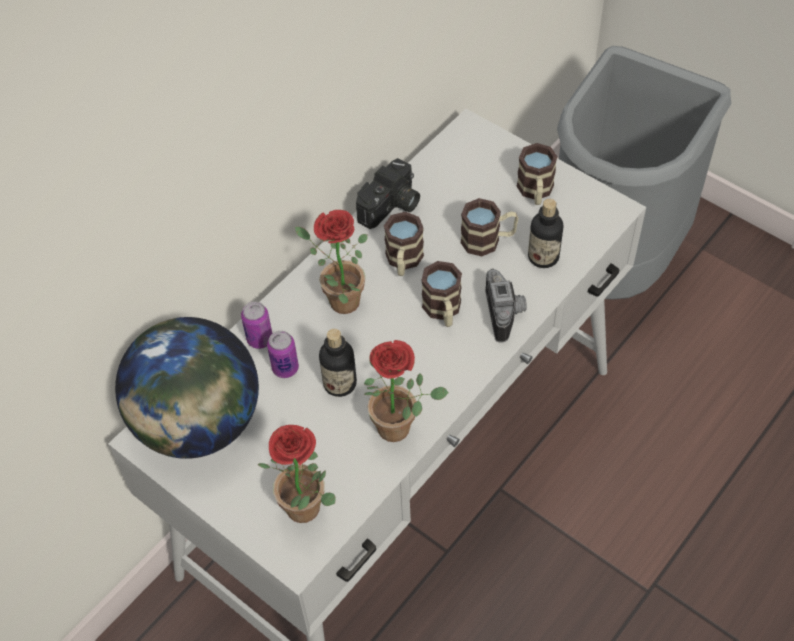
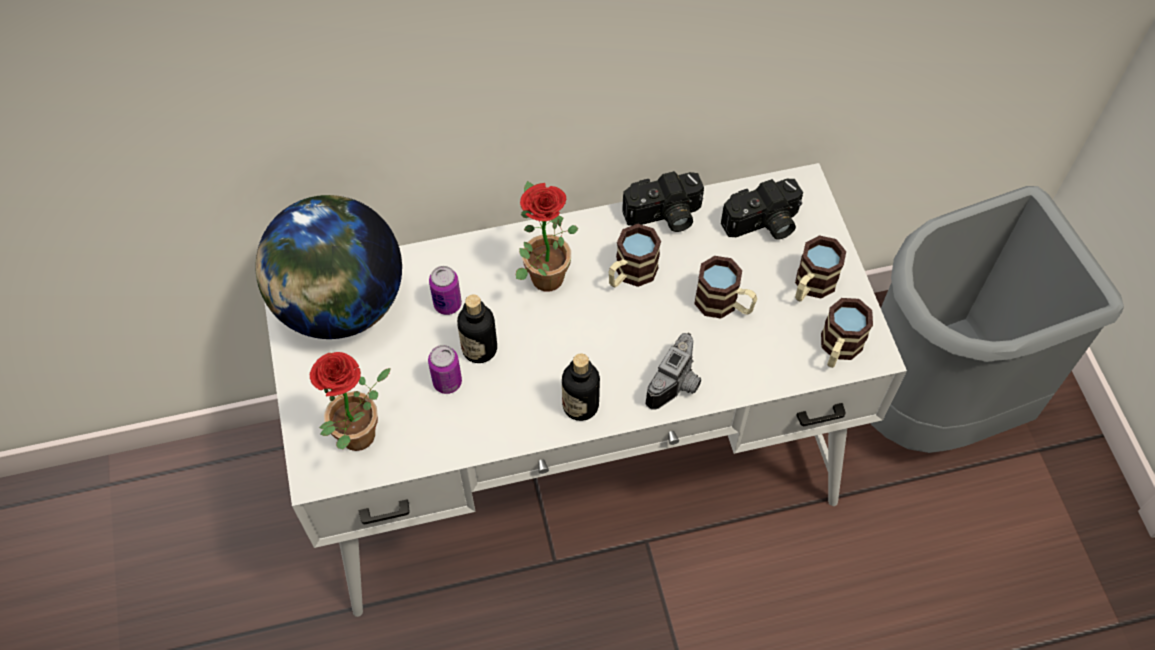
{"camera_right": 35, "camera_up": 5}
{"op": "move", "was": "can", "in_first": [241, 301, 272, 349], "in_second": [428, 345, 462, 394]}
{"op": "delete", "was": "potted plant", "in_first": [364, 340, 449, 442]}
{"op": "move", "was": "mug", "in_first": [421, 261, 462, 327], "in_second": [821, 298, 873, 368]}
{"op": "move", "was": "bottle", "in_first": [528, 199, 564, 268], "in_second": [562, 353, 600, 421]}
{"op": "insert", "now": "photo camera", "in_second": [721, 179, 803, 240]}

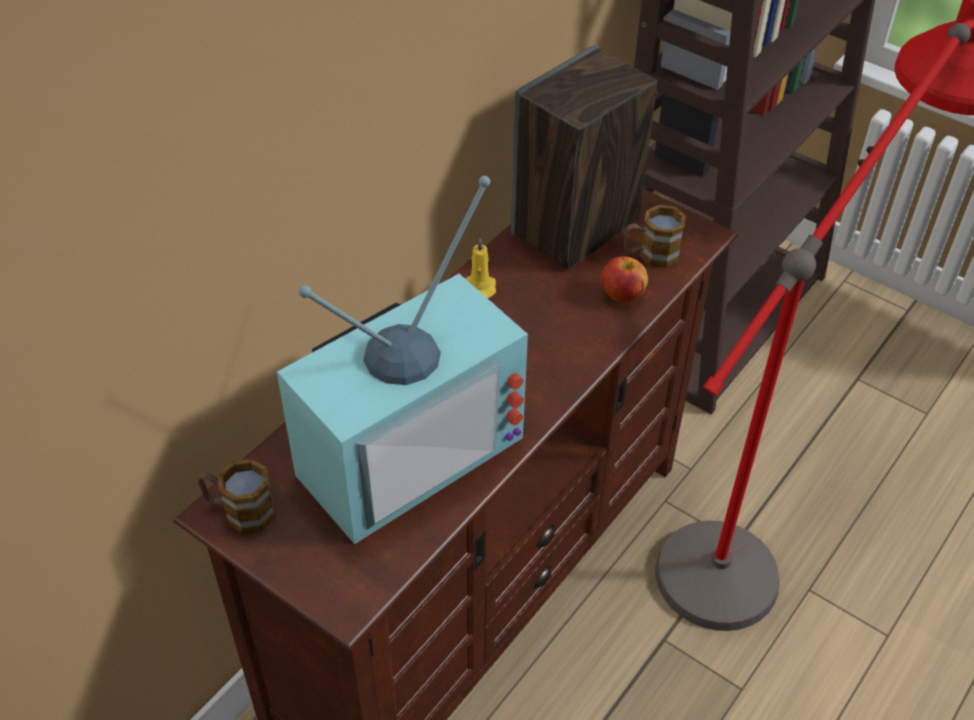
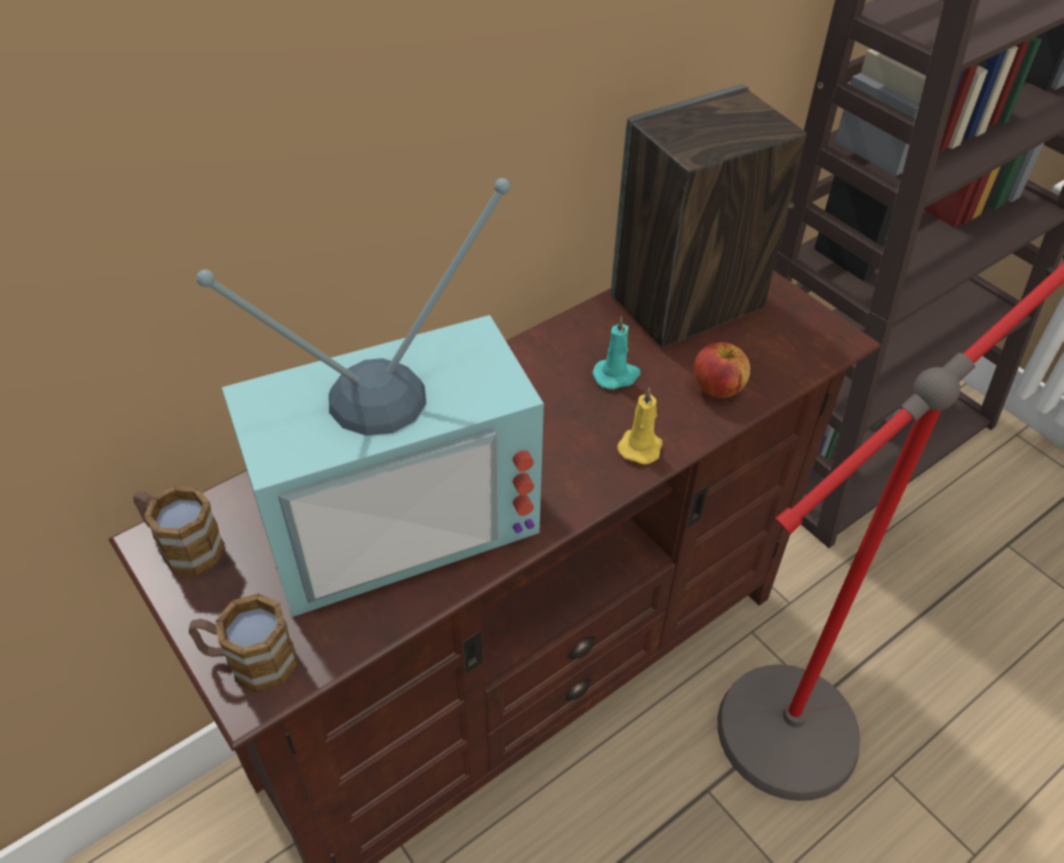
{"camera_right": 15, "camera_up": 0}
{"op": "move", "was": "yellow candle", "in_first": [466, 238, 496, 298], "in_second": [617, 387, 663, 464]}
{"op": "move", "was": "mug", "in_first": [624, 205, 686, 268], "in_second": [189, 593, 297, 692]}
{"op": "insert", "now": "turquoise candle", "in_second": [592, 315, 641, 390]}

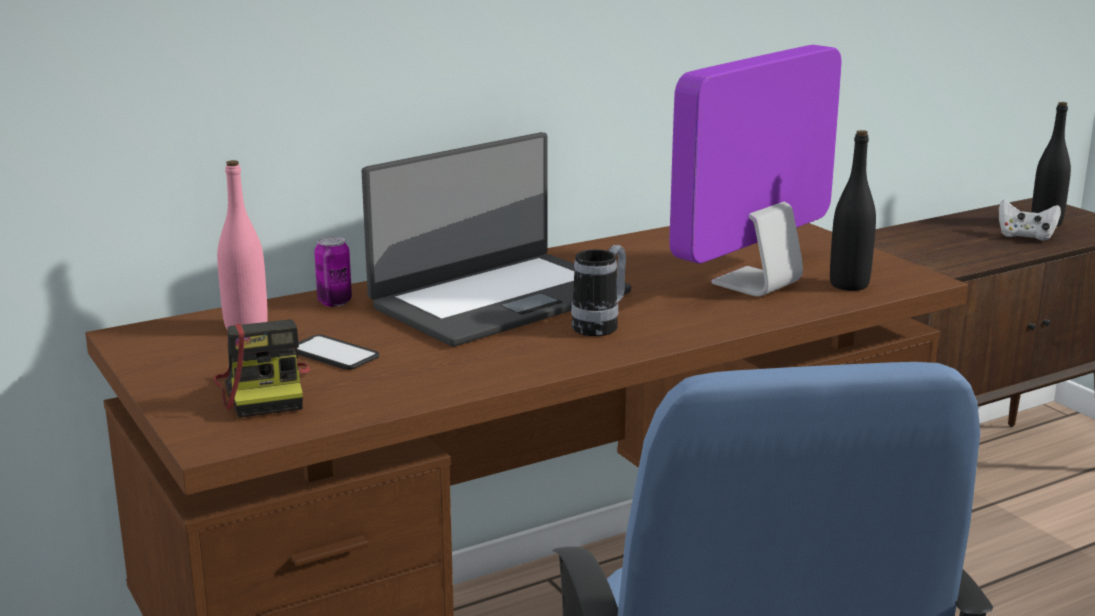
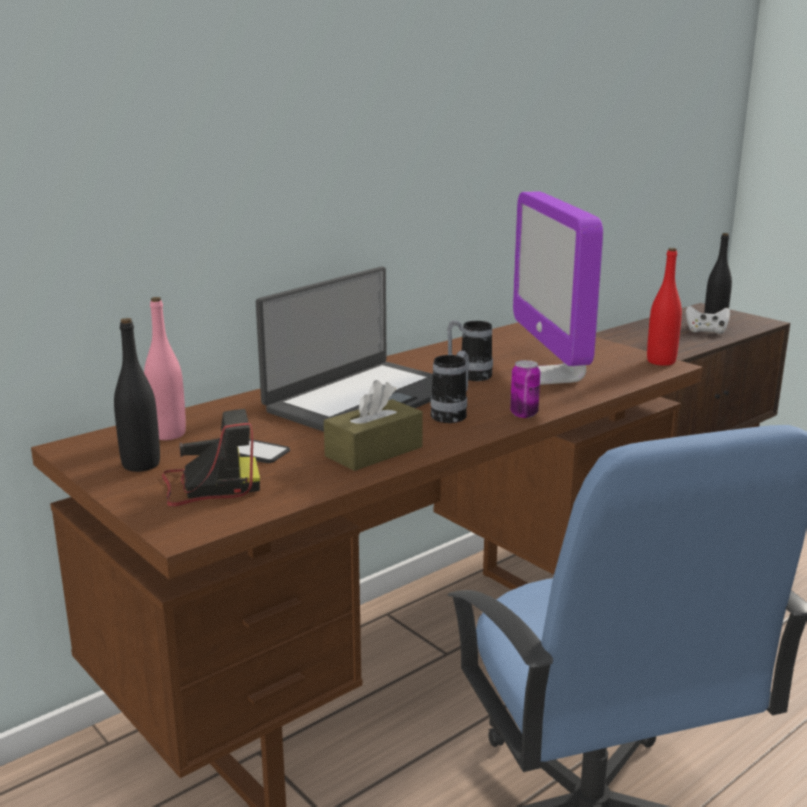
{"camera_right": -10, "camera_up": 0}
{"op": "rotate", "was": "photo camera", "in_first": [214, 320, 310, 418], "in_second": [162, 409, 260, 506], "clockwise": -75}
{"op": "move", "was": "can", "in_first": [314, 236, 352, 307], "in_second": [510, 360, 540, 418]}
{"op": "rotate", "was": "monitor", "in_first": [669, 45, 842, 297], "in_second": [513, 191, 603, 385], "clockwise": -45}
{"op": "move", "was": "black bottle", "in_first": [830, 130, 876, 291], "in_second": [114, 318, 160, 472]}
{"op": "insert", "now": "brown tissue box", "in_second": [324, 380, 423, 471]}
{"op": "insert", "now": "mug", "in_second": [447, 320, 493, 381]}
{"op": "insert", "now": "red bottle", "in_second": [647, 248, 682, 366]}

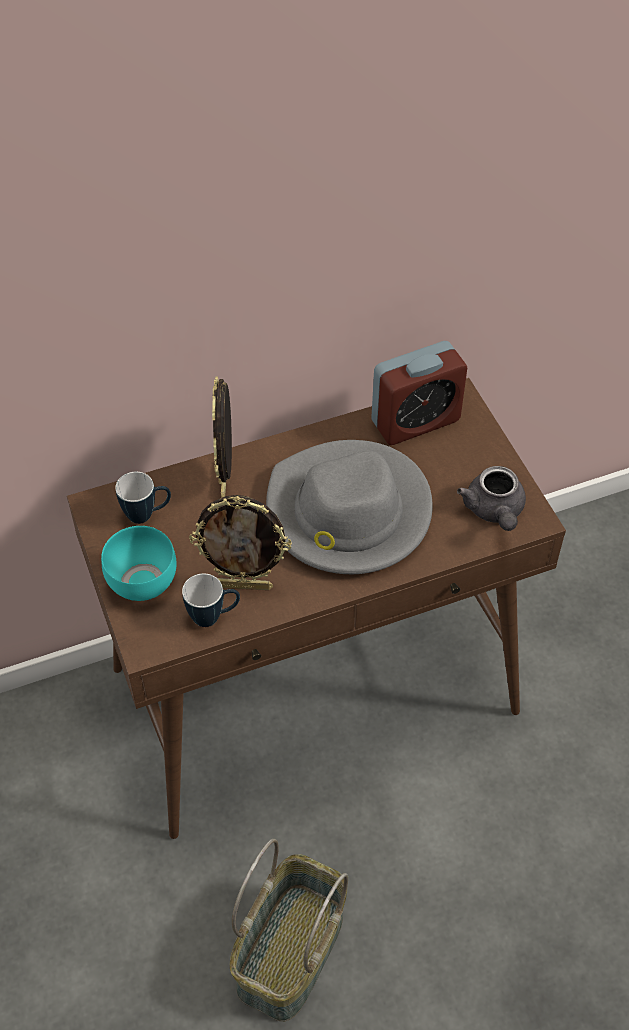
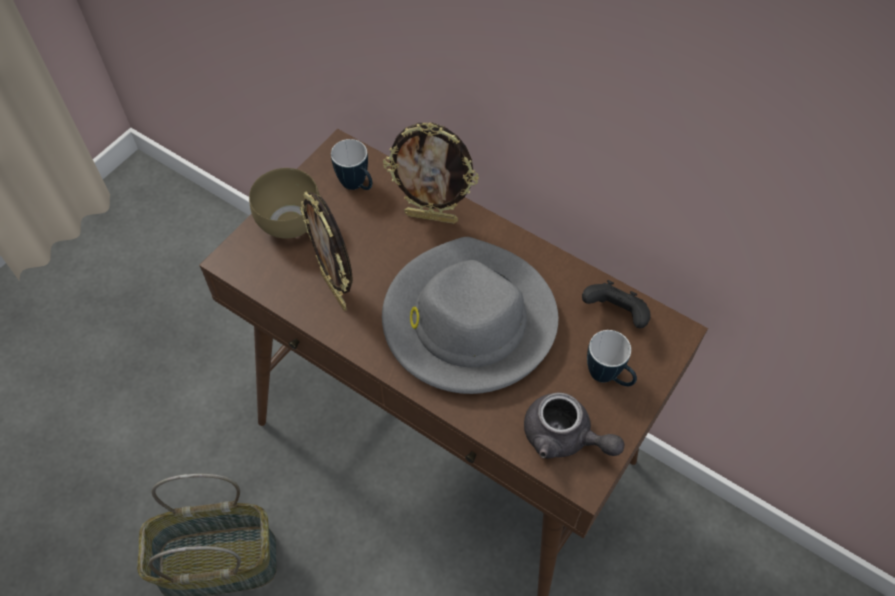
{"camera_right": 55, "camera_up": 5}
{"op": "recolor", "was": "turquoise bowl", "now": "brown bowl", "in_first": [101, 526, 177, 601], "in_second": [249, 168, 320, 239]}
{"op": "move", "was": "mug", "in_first": [182, 573, 240, 627], "in_second": [587, 330, 637, 386]}
{"op": "rotate", "was": "picture frame", "in_first": [212, 376, 232, 498], "in_second": [383, 122, 479, 224], "clockwise": -135}
{"op": "replace", "was": "alarm clock", "now": "black game controller", "in_first": [371, 341, 467, 445], "in_second": [582, 280, 651, 328]}
{"op": "rotate", "was": "grey teapot", "in_first": [457, 466, 526, 531], "in_second": [524, 392, 625, 459], "clockwise": -105}

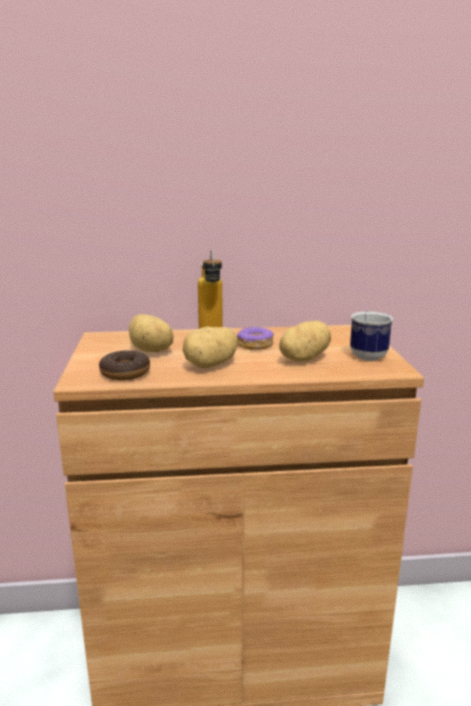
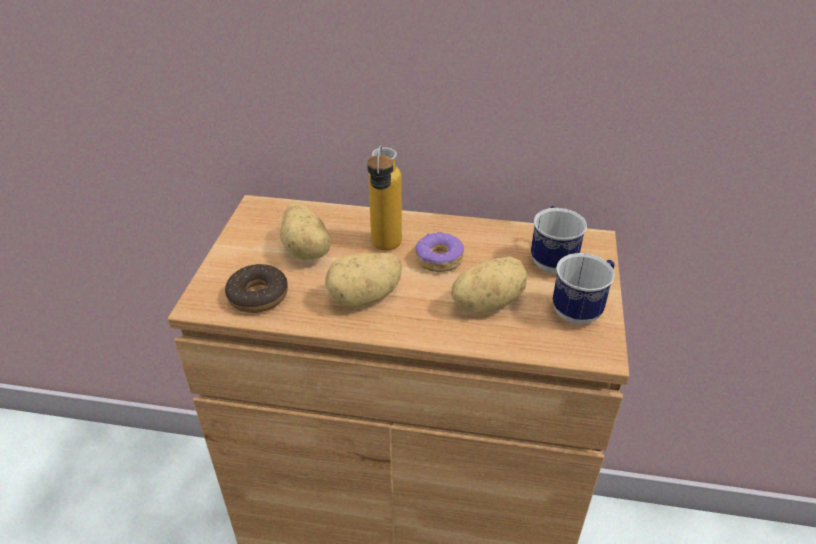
{"camera_right": 15, "camera_up": 20}
{"op": "insert", "now": "mug", "in_second": [531, 206, 587, 273]}

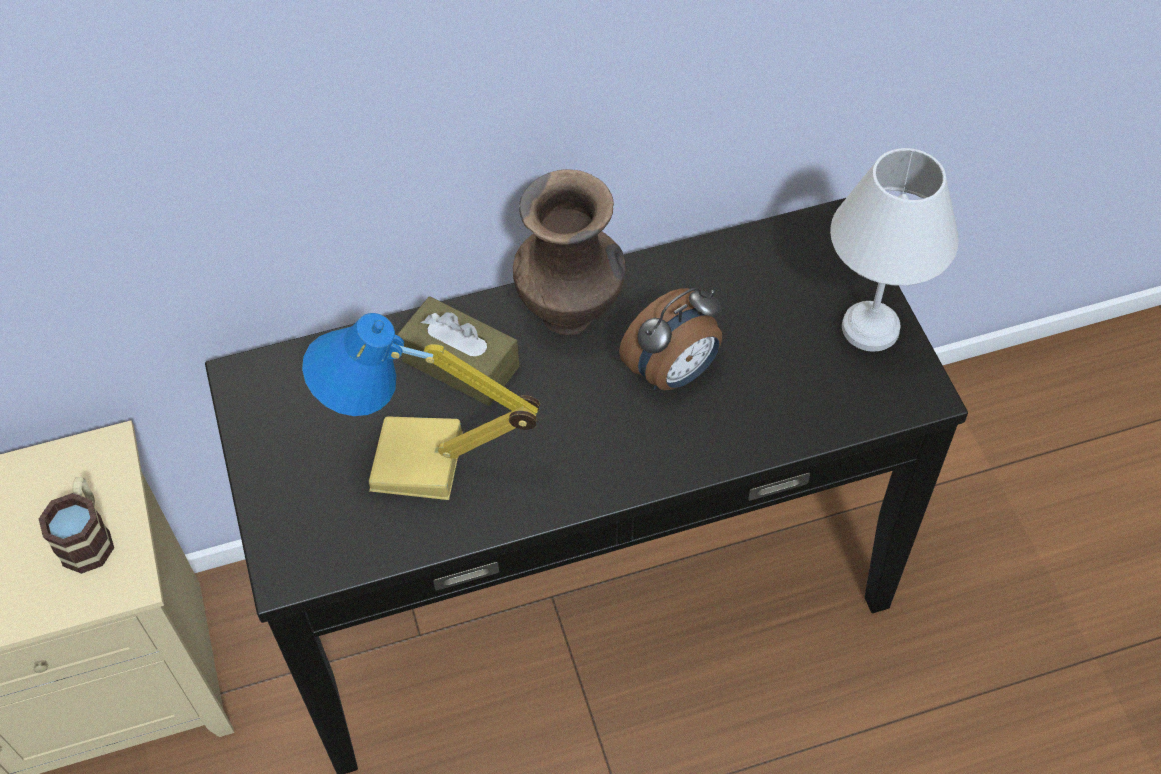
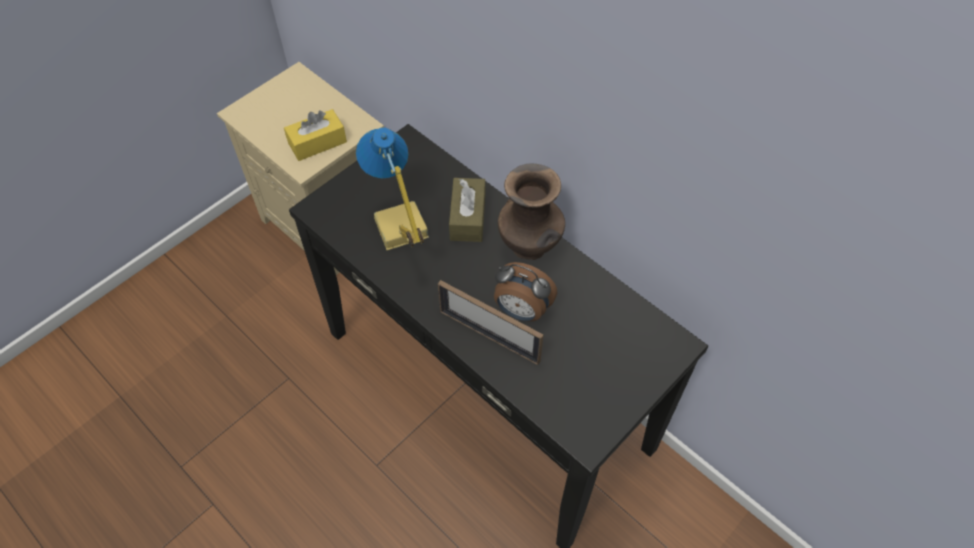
{"camera_right": 60, "camera_up": 0}
{"op": "replace", "was": "mug", "now": "yellow tissue box", "in_first": [39, 477, 114, 574], "in_second": [284, 109, 347, 161]}
{"op": "delete", "was": "white table lamp", "in_first": [830, 148, 959, 352]}
{"op": "insert", "now": "picture frame", "in_second": [438, 280, 543, 365]}

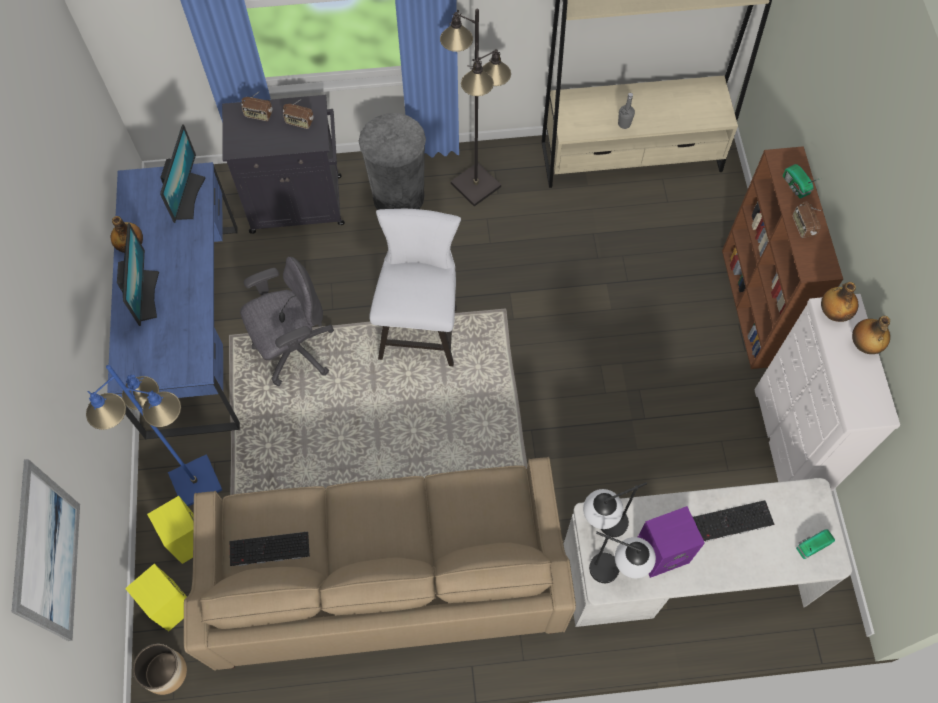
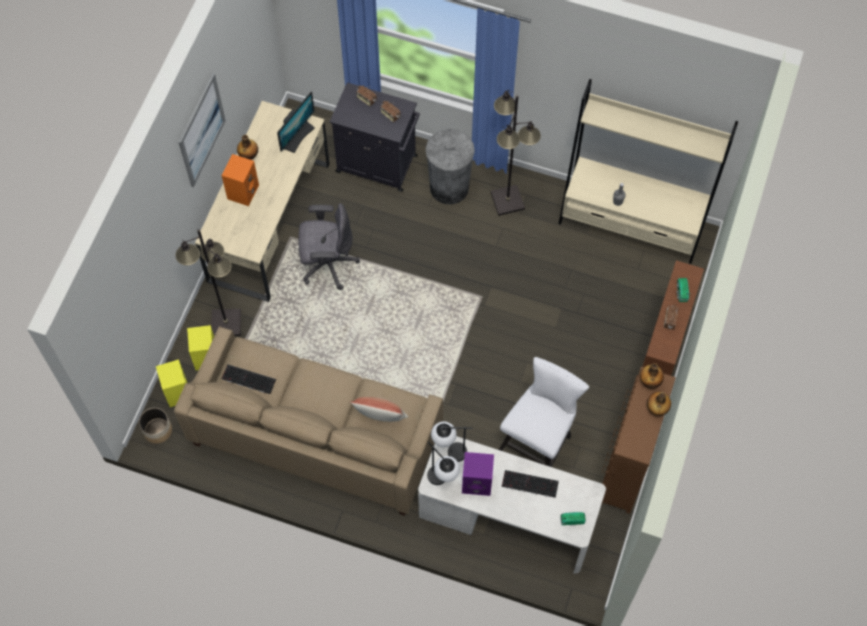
{"camera_right": 25, "camera_up": 0}
{"op": "move", "was": "picture", "in_first": [12, 459, 80, 641], "in_second": [179, 73, 226, 187]}
{"op": "recolor", "was": "blue floor lamp", "now": "black floor lamp", "in_first": [86, 365, 222, 506], "in_second": [175, 229, 241, 336]}
{"op": "recolor", "was": "blue desk", "now": "beige desk", "in_first": [107, 162, 240, 440], "in_second": [195, 101, 330, 302]}
{"op": "replace", "was": "monitor", "now": "orange speaker", "in_first": [117, 223, 159, 326], "in_second": [221, 154, 259, 206]}
{"op": "move", "was": "white chair", "in_first": [369, 209, 461, 366], "in_second": [499, 357, 589, 467]}
{"op": "recolor", "was": "white dresser", "now": "brown dresser", "in_first": [754, 294, 900, 492], "in_second": [601, 367, 676, 514]}
{"op": "insert", "now": "pillow", "in_second": [350, 397, 408, 422]}

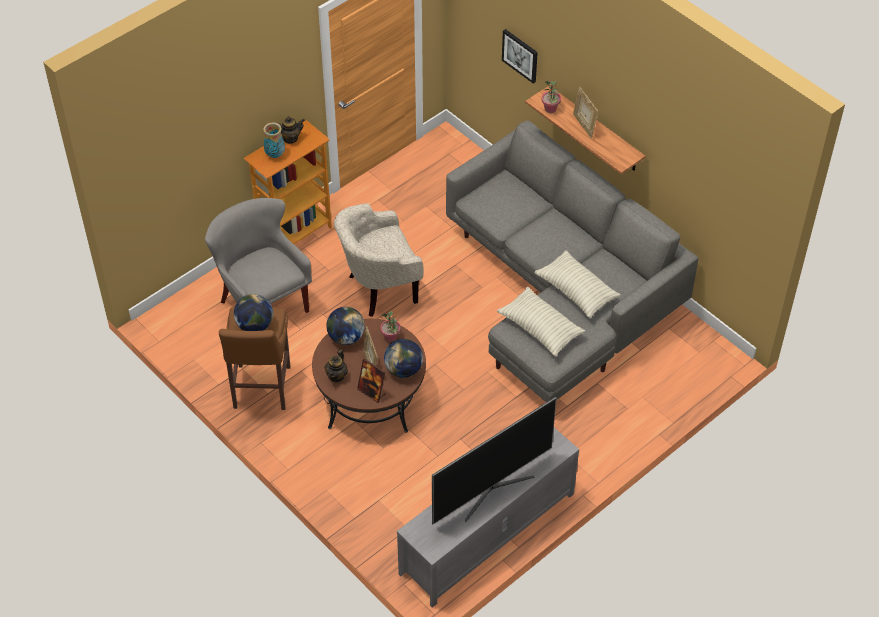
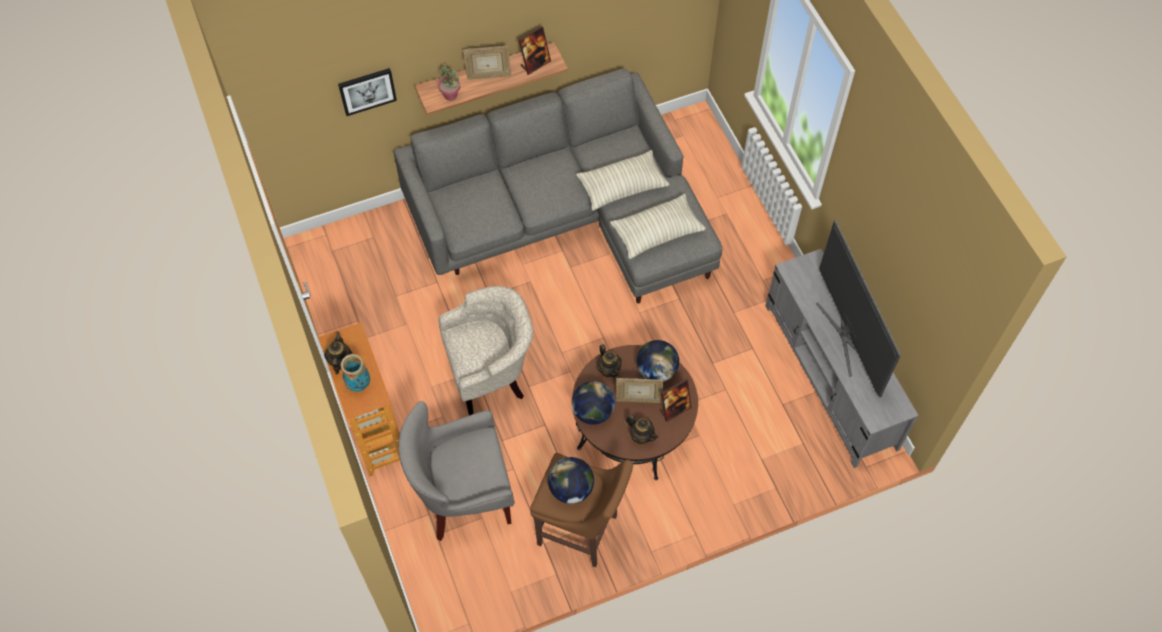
{"camera_right": -70, "camera_up": 10}
{"op": "rotate", "was": "beige armchair", "in_first": [334, 203, 424, 317], "in_second": [438, 286, 533, 415], "clockwise": -105}
{"op": "replace", "was": "potted plant", "now": "teapot", "in_first": [380, 311, 400, 342], "in_second": [597, 344, 622, 377]}
{"op": "insert", "now": "picture frame", "in_second": [519, 26, 551, 75]}

